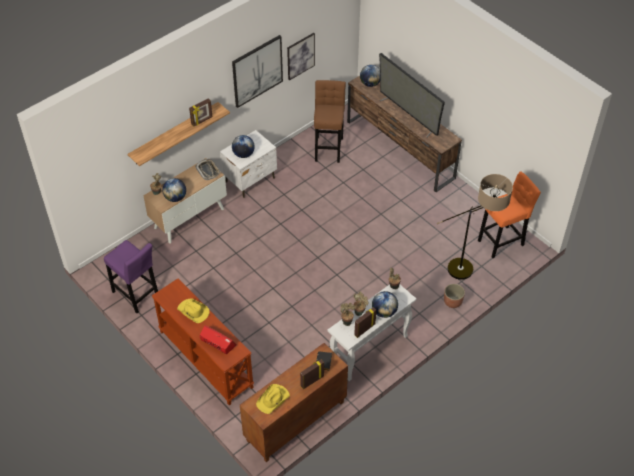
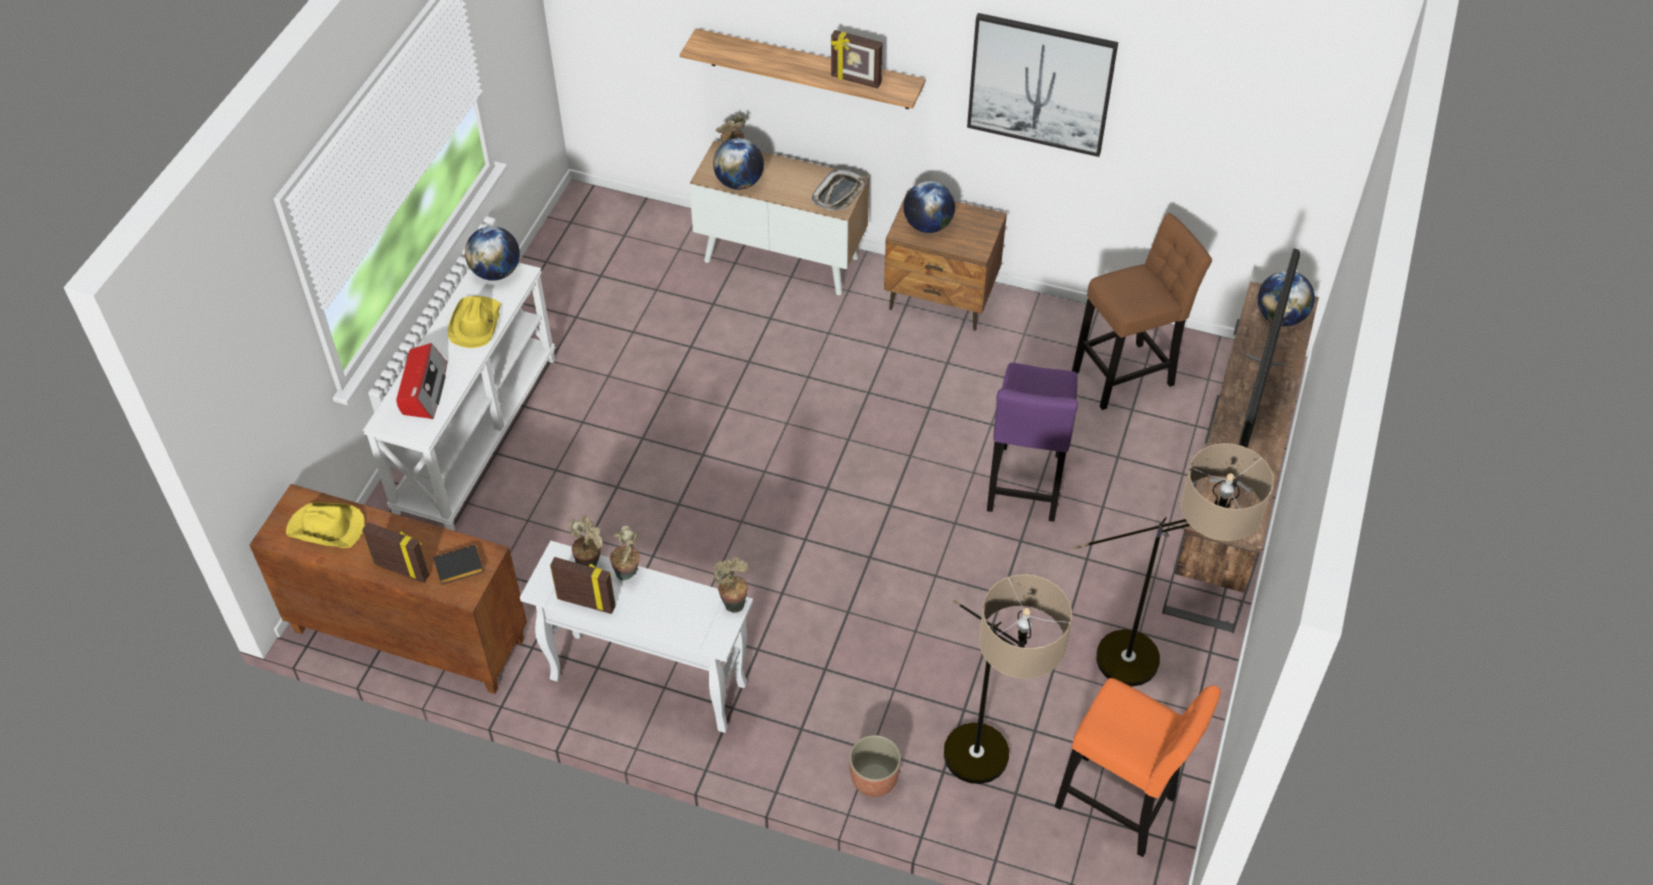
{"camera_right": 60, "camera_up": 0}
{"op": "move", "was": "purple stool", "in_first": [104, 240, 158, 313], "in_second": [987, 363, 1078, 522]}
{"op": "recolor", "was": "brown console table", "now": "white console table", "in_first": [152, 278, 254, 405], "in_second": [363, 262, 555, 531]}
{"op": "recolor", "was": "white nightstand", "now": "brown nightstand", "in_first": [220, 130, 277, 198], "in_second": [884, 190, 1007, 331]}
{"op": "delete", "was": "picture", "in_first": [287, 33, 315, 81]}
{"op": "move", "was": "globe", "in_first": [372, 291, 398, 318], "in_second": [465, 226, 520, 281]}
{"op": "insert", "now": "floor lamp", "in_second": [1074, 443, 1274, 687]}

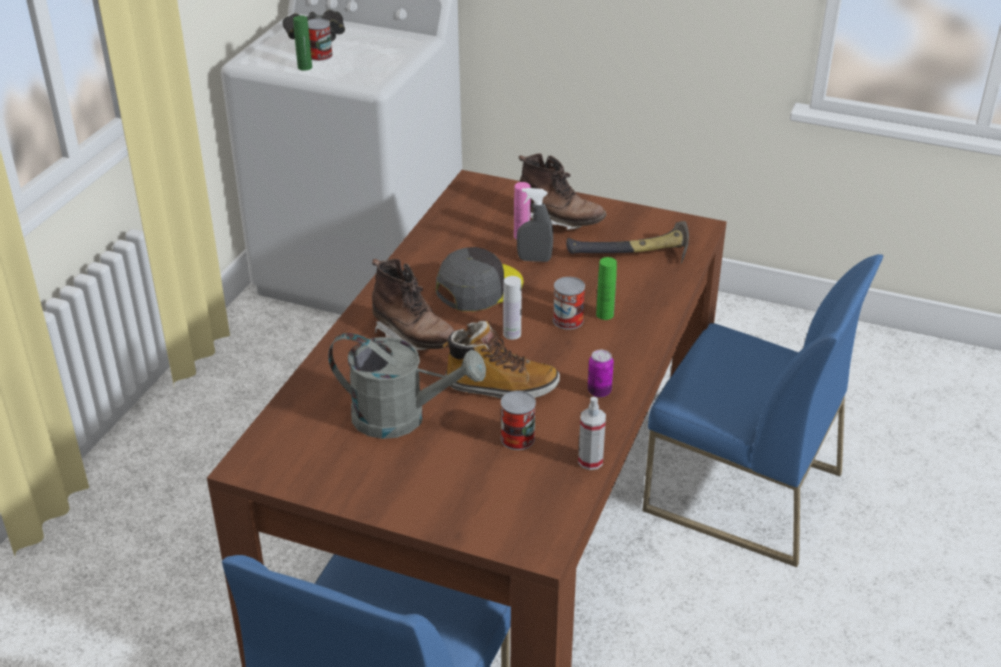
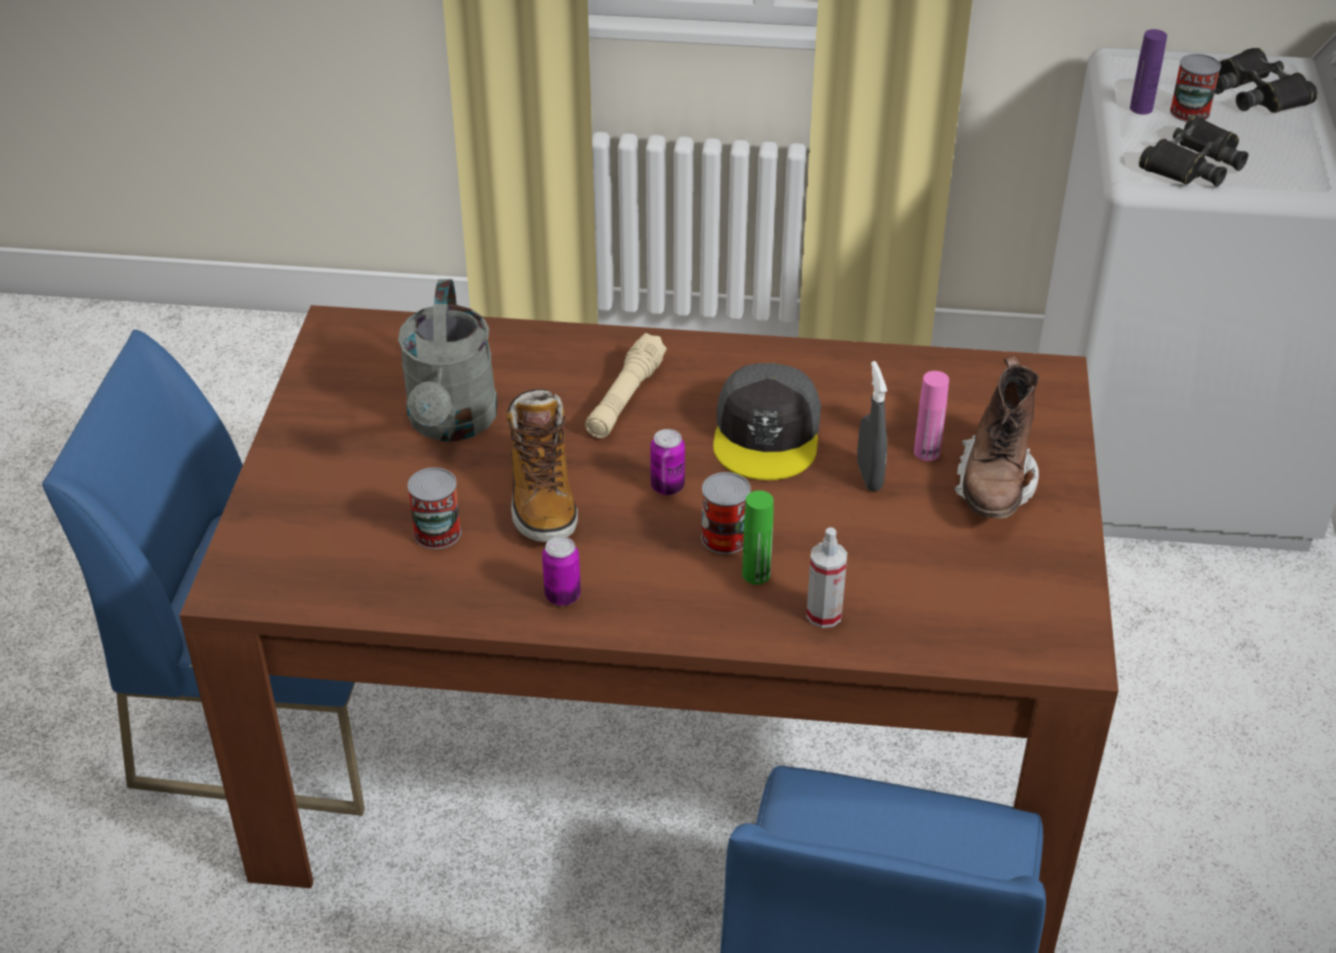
{"camera_right": 75, "camera_up": 5}
{"op": "recolor", "was": "green bottle", "now": "purple bottle", "in_first": [293, 15, 312, 71], "in_second": [1130, 29, 1167, 115]}
{"op": "replace", "was": "brown boot", "now": "beige flashlight", "in_first": [372, 259, 454, 350], "in_second": [585, 333, 667, 438]}
{"op": "rotate", "was": "grey cap", "in_first": [436, 247, 523, 311], "in_second": [713, 363, 821, 480], "clockwise": 60}
{"op": "replace", "was": "white bottle", "now": "can", "in_first": [503, 276, 522, 340], "in_second": [650, 429, 685, 495]}
{"op": "delete", "was": "hammer", "in_first": [566, 221, 689, 263]}
{"op": "move", "was": "spray bottle", "in_first": [578, 397, 606, 470], "in_second": [806, 527, 847, 628]}
{"op": "insert", "now": "black binoculars", "in_second": [1139, 115, 1248, 187]}

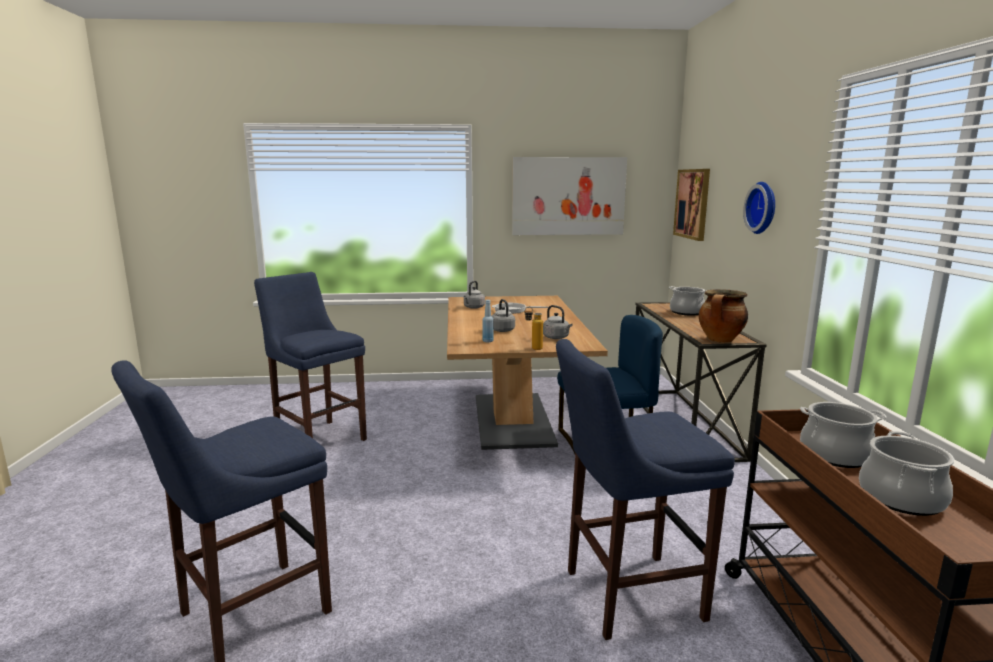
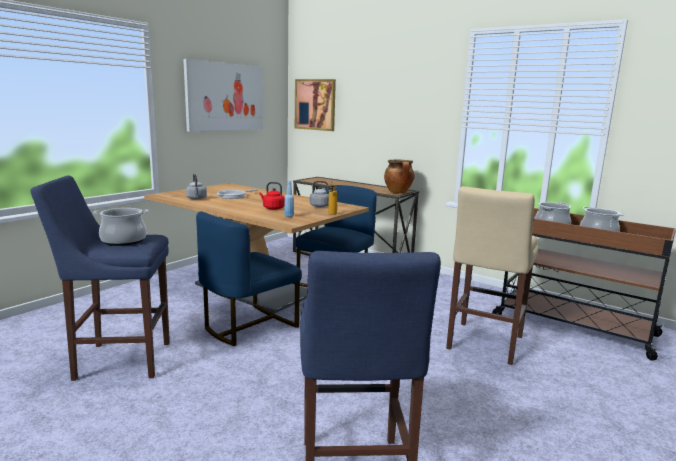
{"camera_right": -50, "camera_up": 0}
{"op": "recolor", "was": "grey kettle", "now": "red kettle", "in_first": [492, 299, 515, 332], "in_second": [259, 182, 285, 210]}
{"op": "recolor", "was": "blue stool", "now": "beige stool", "in_first": [556, 339, 735, 640], "in_second": [446, 186, 538, 365]}
{"op": "move", "was": "cooking pot", "in_first": [669, 286, 707, 316], "in_second": [93, 208, 148, 246]}
{"op": "delete", "was": "wall clock", "in_first": [743, 182, 775, 234]}
{"op": "insert", "now": "blue chair", "in_second": [196, 211, 302, 346]}

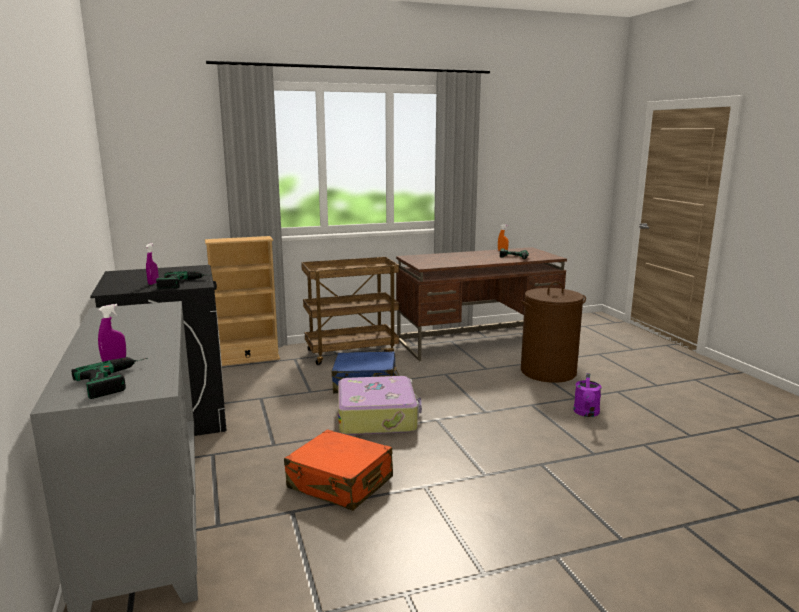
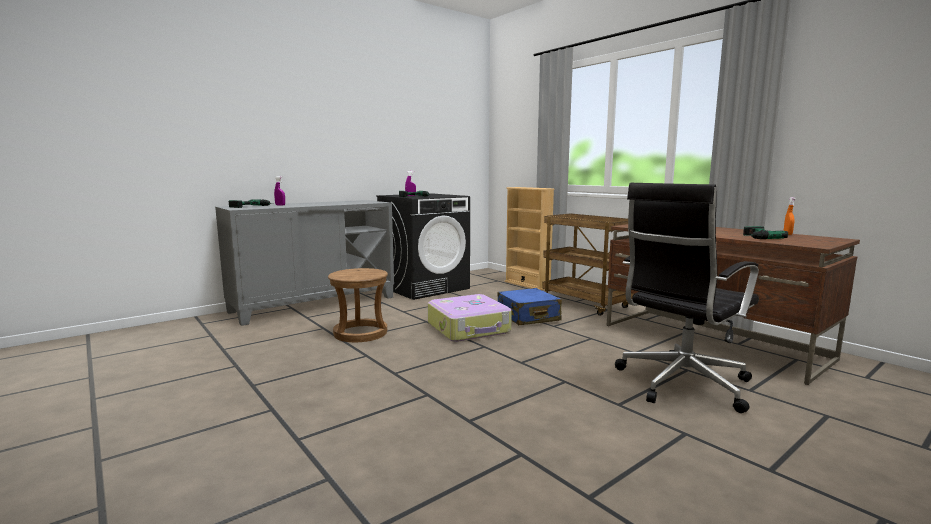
{"camera_right": 70, "camera_up": -5}
{"op": "replace", "was": "orange suitcase", "now": "brown stool", "in_first": [284, 429, 393, 511], "in_second": [328, 268, 388, 342]}
{"op": "replace", "was": "brown laundry basket", "now": "black office chair", "in_first": [521, 281, 586, 383], "in_second": [615, 183, 759, 413]}
{"op": "delete", "was": "purple watering can", "in_first": [573, 373, 601, 417]}

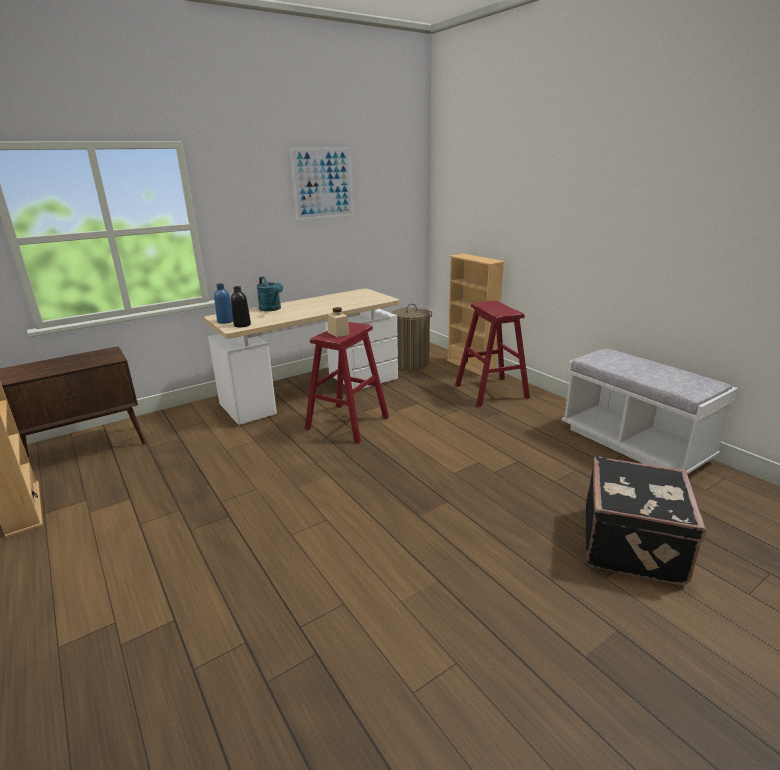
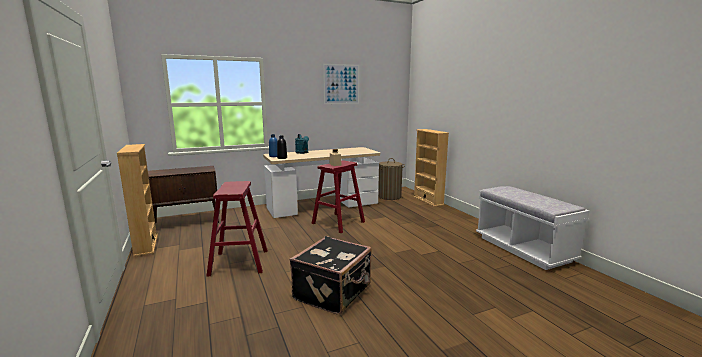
{"camera_right": 10, "camera_up": -10}
{"op": "move", "was": "red stool", "in_first": [455, 301, 530, 407], "in_second": [207, 181, 268, 277]}
{"op": "move", "was": "black suitcase", "in_first": [586, 456, 706, 585], "in_second": [290, 236, 372, 315]}

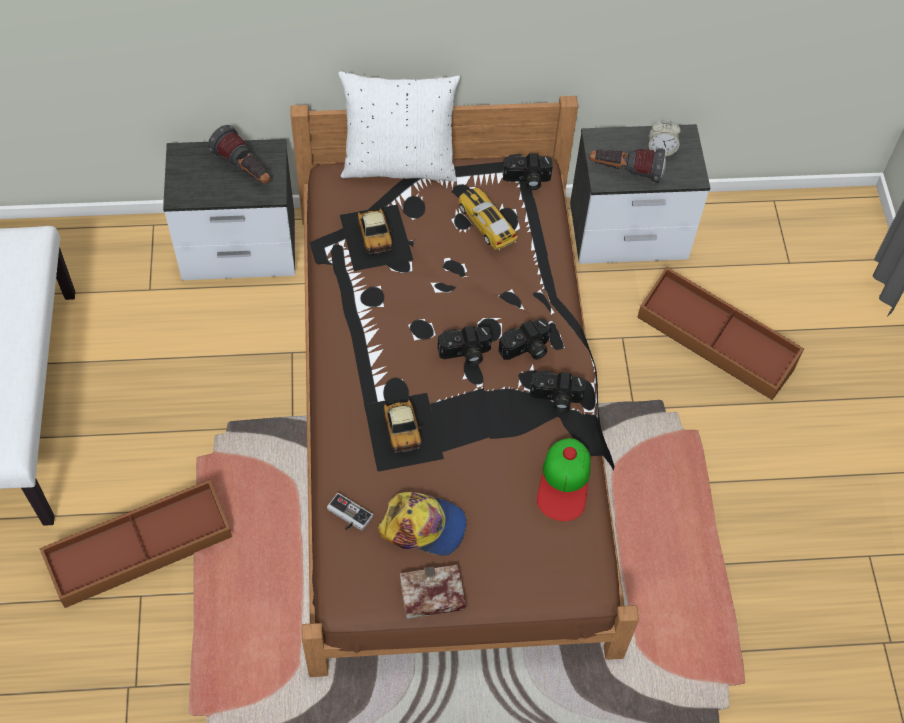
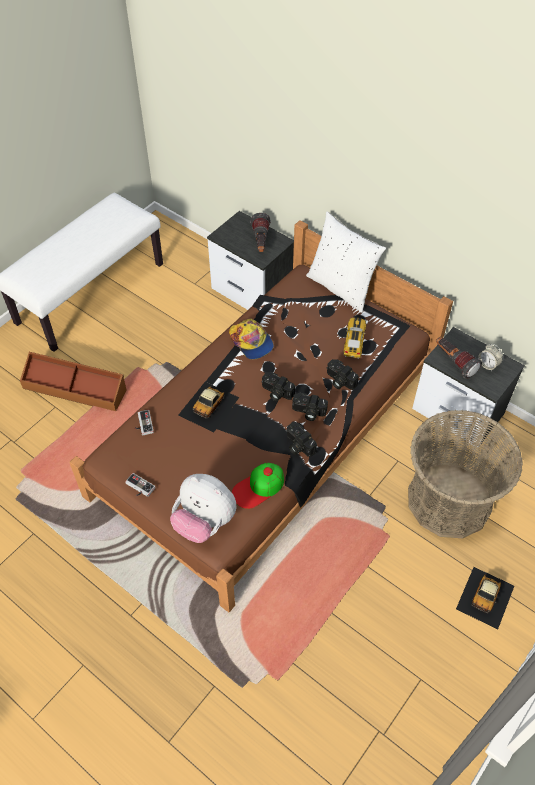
{"camera_right": 45, "camera_up": -5}
{"op": "move", "was": "toy car", "in_first": [340, 205, 413, 271], "in_second": [456, 567, 514, 629]}
{"op": "move", "was": "cap", "in_first": [378, 492, 466, 556], "in_second": [229, 319, 274, 360]}
{"op": "replace", "was": "book", "now": "game controller", "in_first": [400, 565, 466, 619], "in_second": [125, 473, 155, 497]}
{"op": "move", "was": "photo camera", "in_first": [503, 153, 552, 190], "in_second": [327, 359, 359, 390]}
{"op": "replace", "was": "brown storage box", "now": "basket", "in_first": [637, 267, 804, 400], "in_second": [408, 410, 523, 538]}
{"op": "insert", "now": "plush toy", "in_second": [170, 474, 236, 543]}

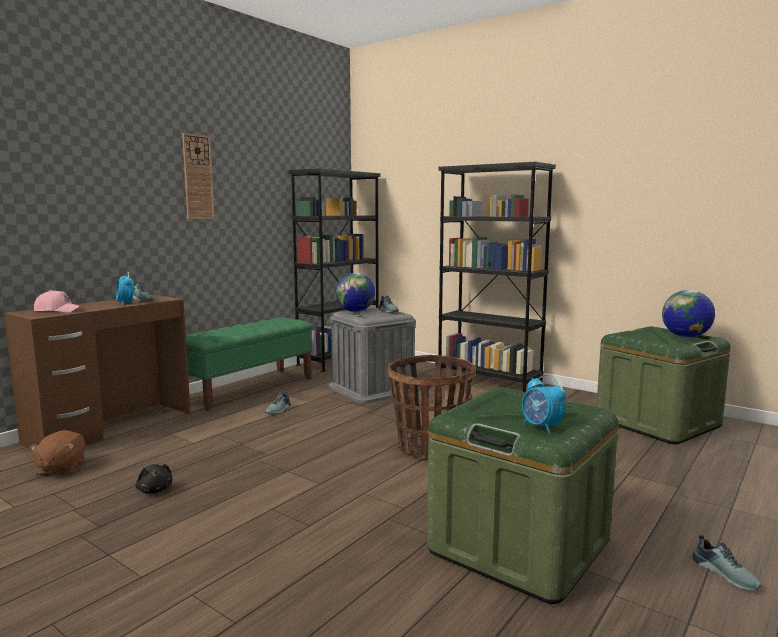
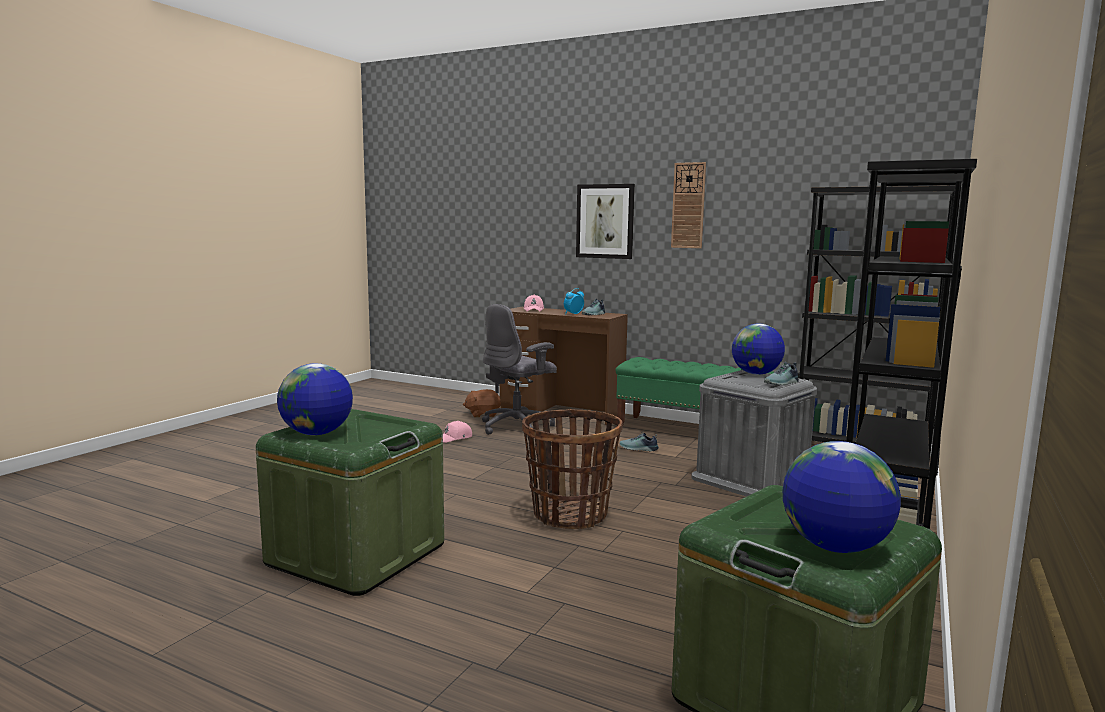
{"camera_right": 80, "camera_up": 0}
{"op": "replace", "was": "black plush toy", "now": "pink cap", "in_first": [135, 464, 172, 494], "in_second": [443, 421, 472, 443]}
{"op": "replace", "was": "alarm clock", "now": "globe", "in_first": [522, 374, 566, 433], "in_second": [277, 363, 353, 435]}
{"op": "delete", "was": "shoe", "in_first": [692, 535, 762, 590]}
{"op": "insert", "now": "grey office chair", "in_second": [482, 304, 557, 435]}
{"op": "insert", "now": "picture", "in_second": [576, 184, 635, 259]}

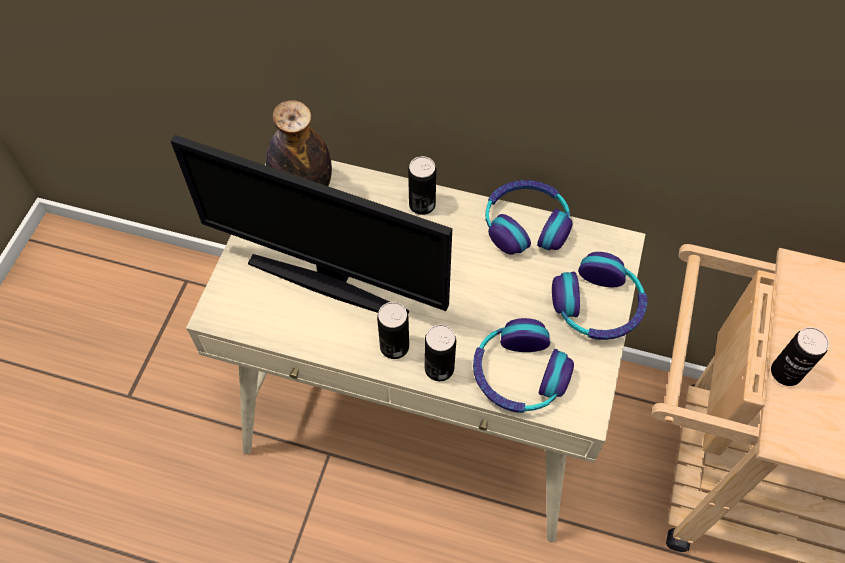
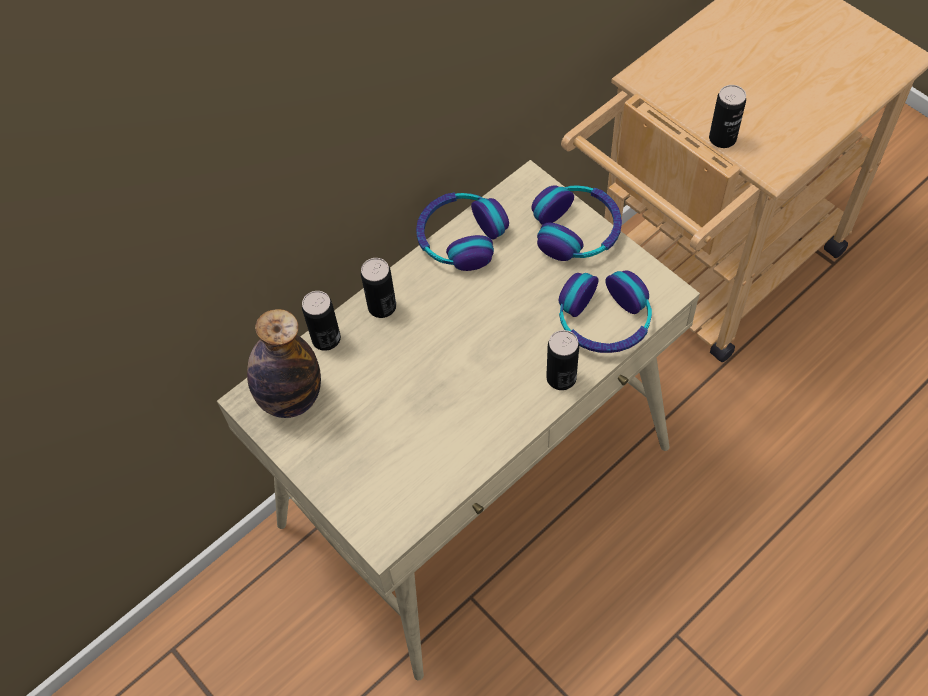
{"camera_right": -55, "camera_up": 0}
{"op": "delete", "was": "monitor", "in_first": [171, 135, 452, 313]}
{"op": "move", "was": "can", "in_first": [377, 302, 409, 359], "in_second": [302, 291, 341, 351]}

